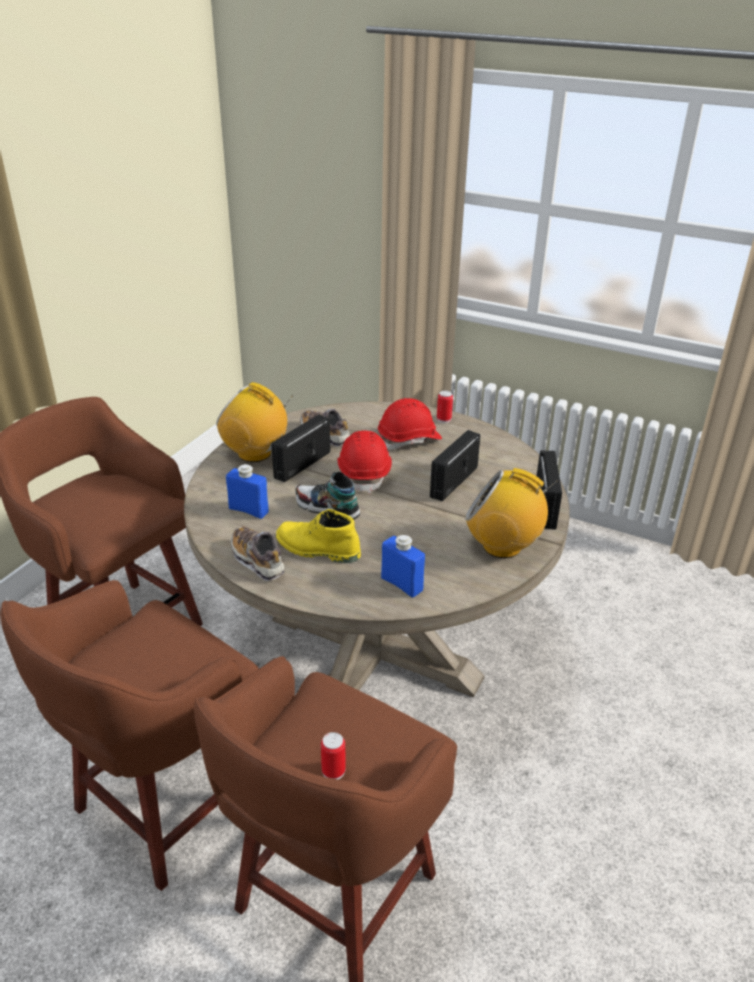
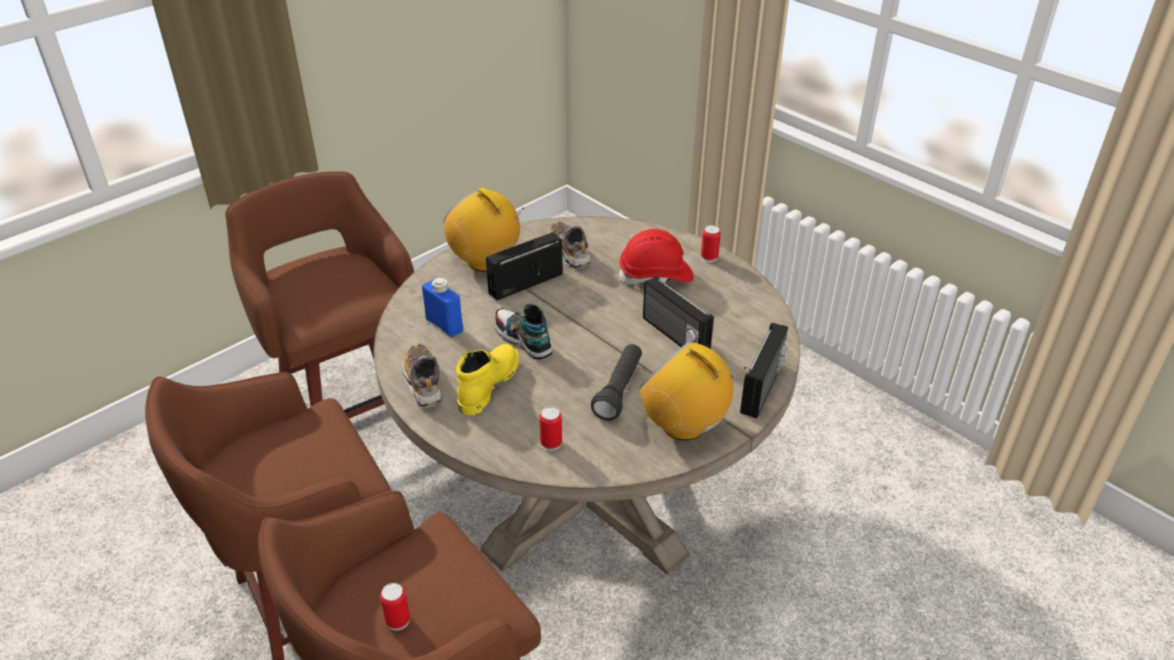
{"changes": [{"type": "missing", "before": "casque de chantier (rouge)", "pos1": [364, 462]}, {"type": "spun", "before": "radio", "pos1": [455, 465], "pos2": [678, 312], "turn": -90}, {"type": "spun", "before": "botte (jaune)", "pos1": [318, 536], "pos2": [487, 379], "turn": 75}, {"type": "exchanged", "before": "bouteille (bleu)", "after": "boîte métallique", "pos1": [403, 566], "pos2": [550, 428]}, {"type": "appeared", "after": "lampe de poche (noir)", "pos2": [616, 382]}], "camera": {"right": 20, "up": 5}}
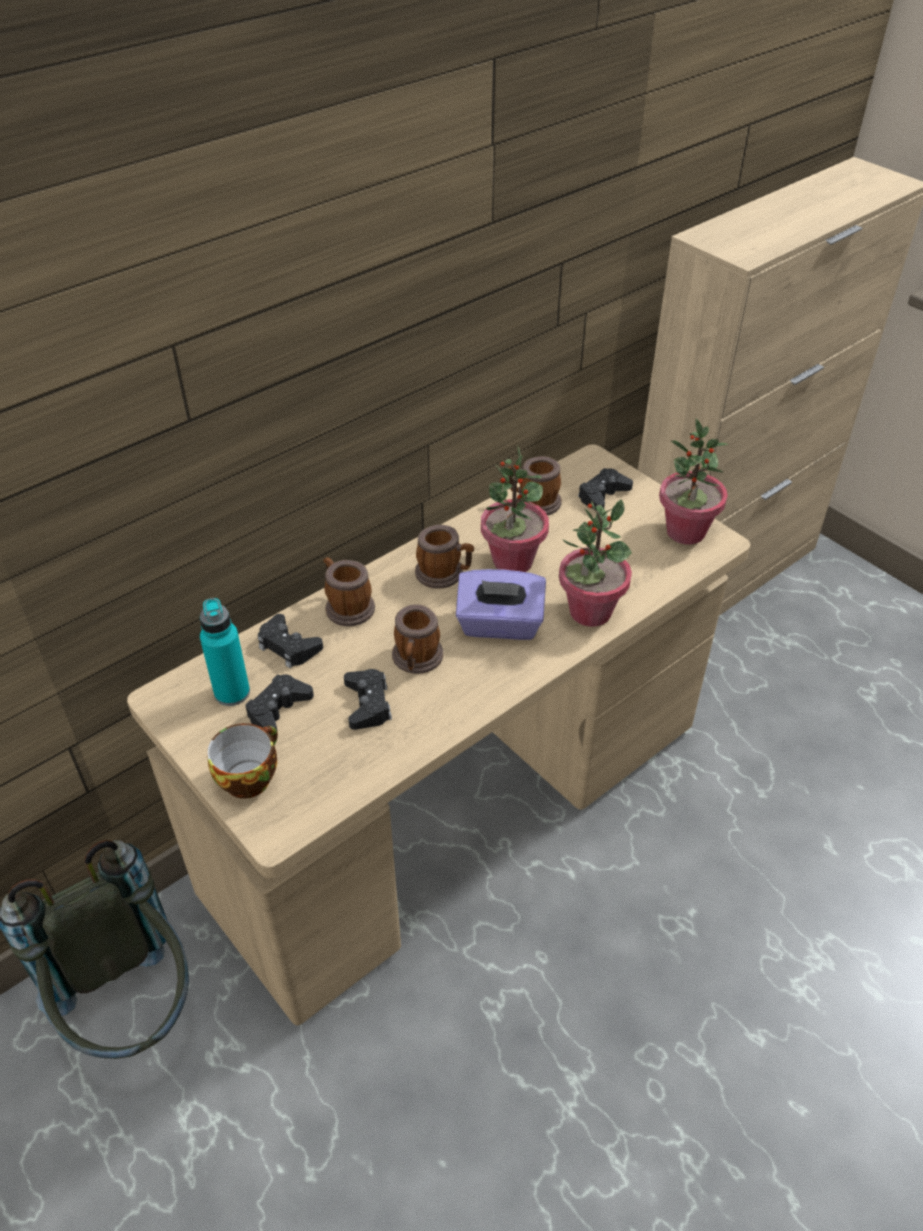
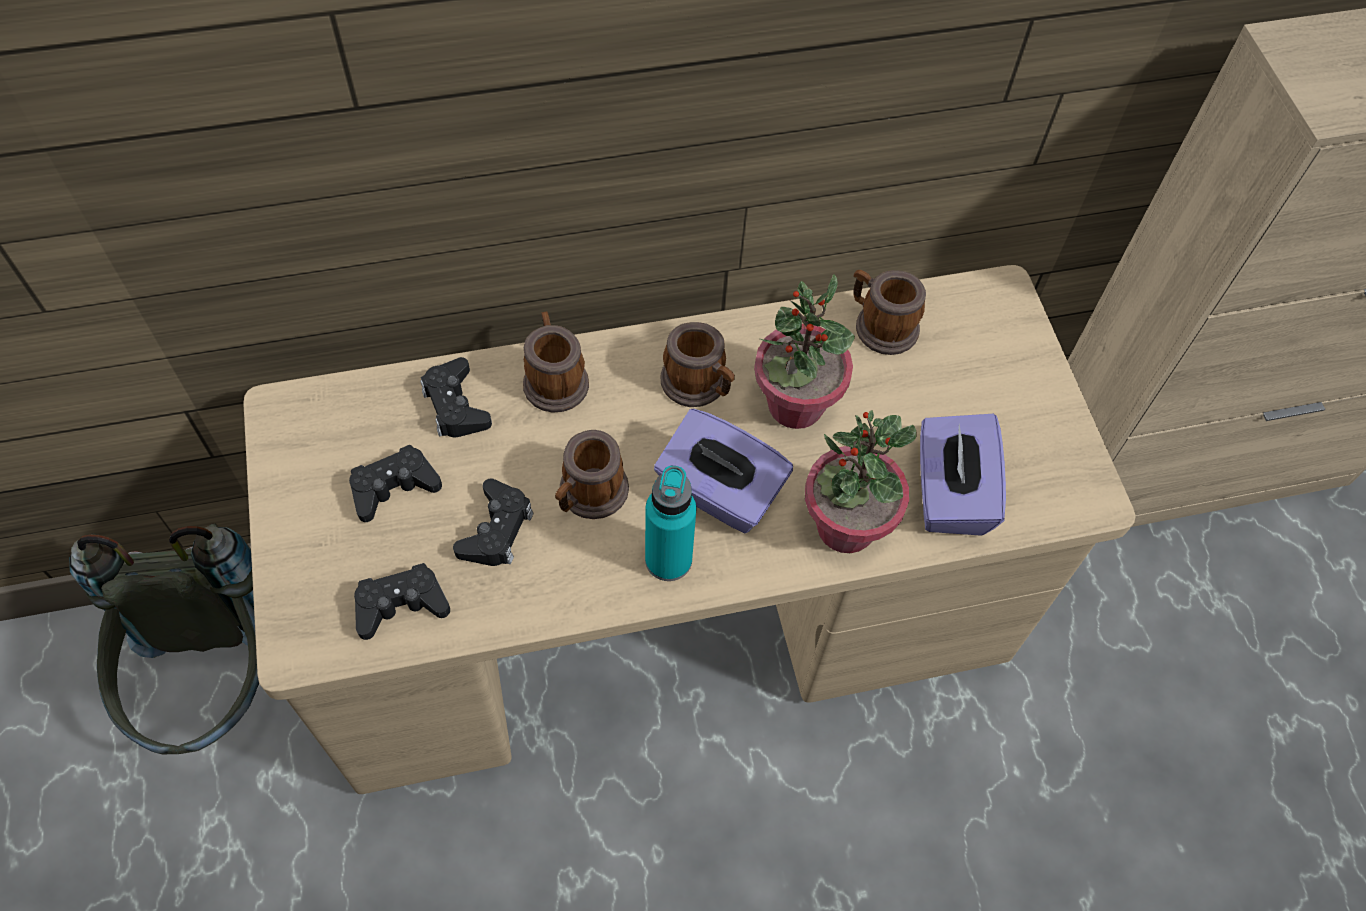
{"changes": [{"type": "missing", "before": "plante en pot", "pos1": [693, 482]}, {"type": "relocated", "before": "manette (noir)", "pos1": [605, 489], "pos2": [402, 601]}, {"type": "relocated", "before": "bouteille (turquoise)", "pos1": [225, 652], "pos2": [670, 523]}, {"type": "missing", "before": "tasse", "pos1": [242, 761]}, {"type": "appeared", "after": "boîte à mouchoirs (violet)", "pos2": [963, 475]}], "camera": {"right": 25, "up": 15}}
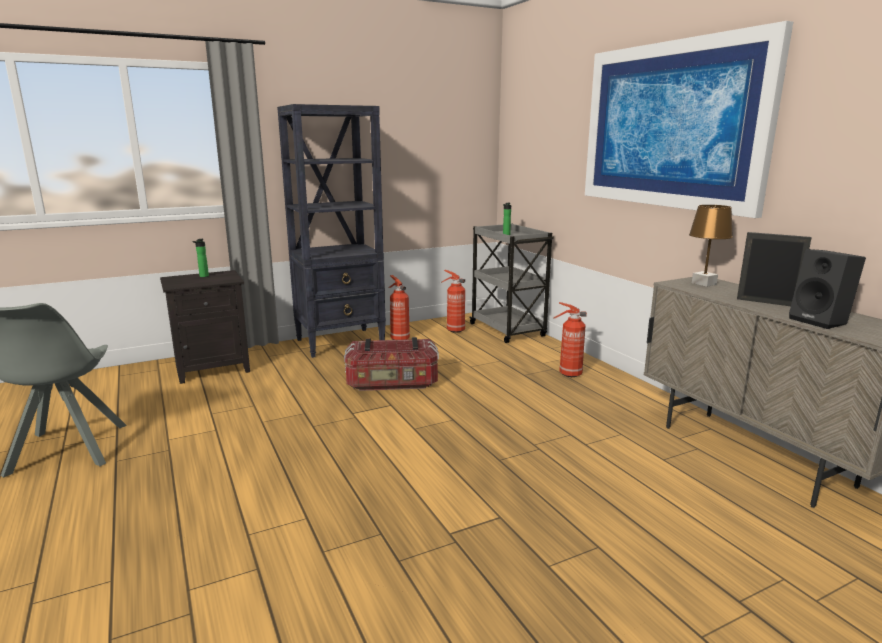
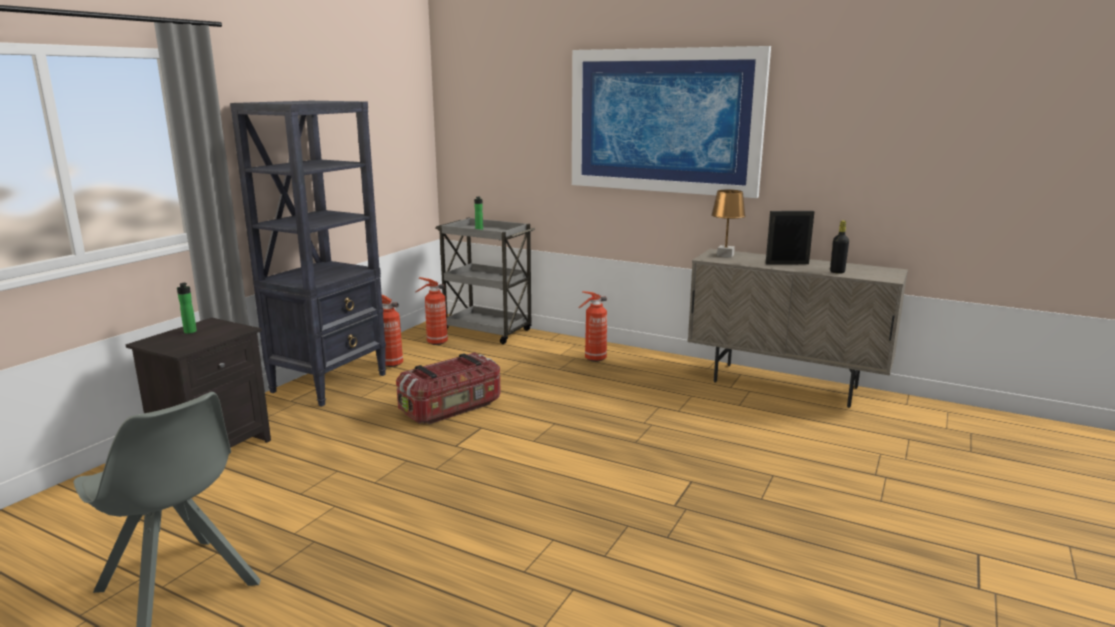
{"changes": [{"type": "exchanged", "before": "enceinte (noir)", "after": "bouteille (noir)", "pos1": [827, 289], "pos2": [839, 247]}], "camera": {"right": -35, "up": 0}}
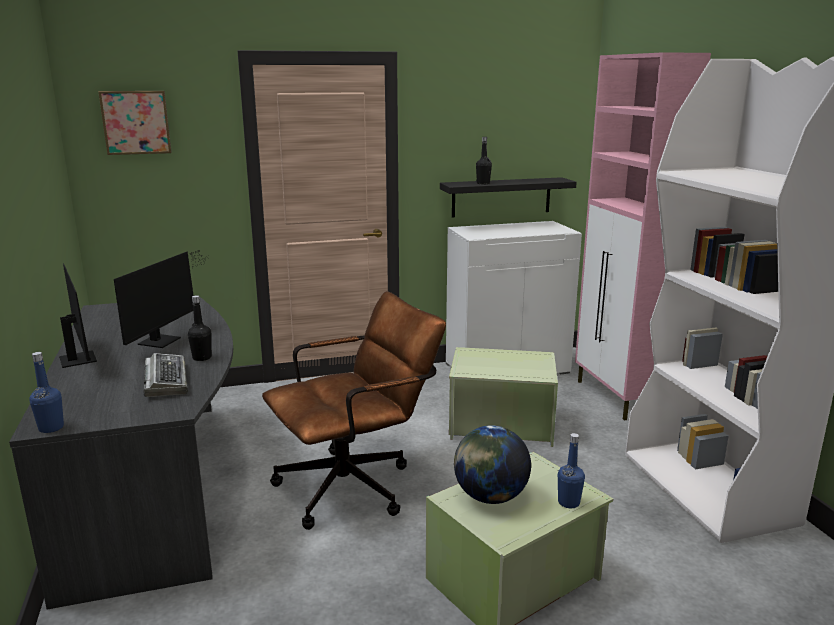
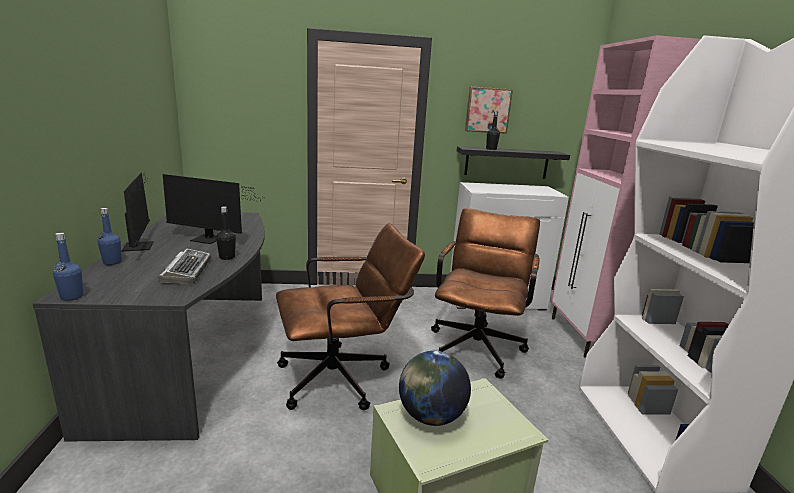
{"changes": [{"type": "relocated", "before": "tableau", "pos1": [135, 123], "pos2": [489, 110]}, {"type": "spun", "before": "écran d'ordinateur", "pos1": [161, 299], "pos2": [213, 209], "turn": 75}, {"type": "exchanged", "before": "boîte de rangement (vert)", "after": "chaise de bureau (marron)", "pos1": [503, 397], "pos2": [485, 293]}, {"type": "relocated", "before": "bouteille (bleu)", "pos1": [571, 470], "pos2": [109, 236]}], "camera": {"right": 10, "up": 0}}
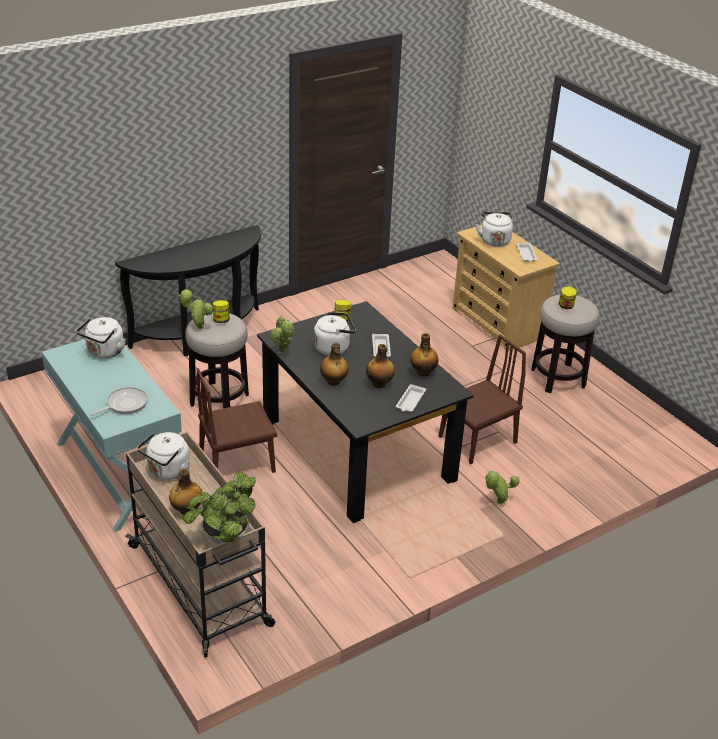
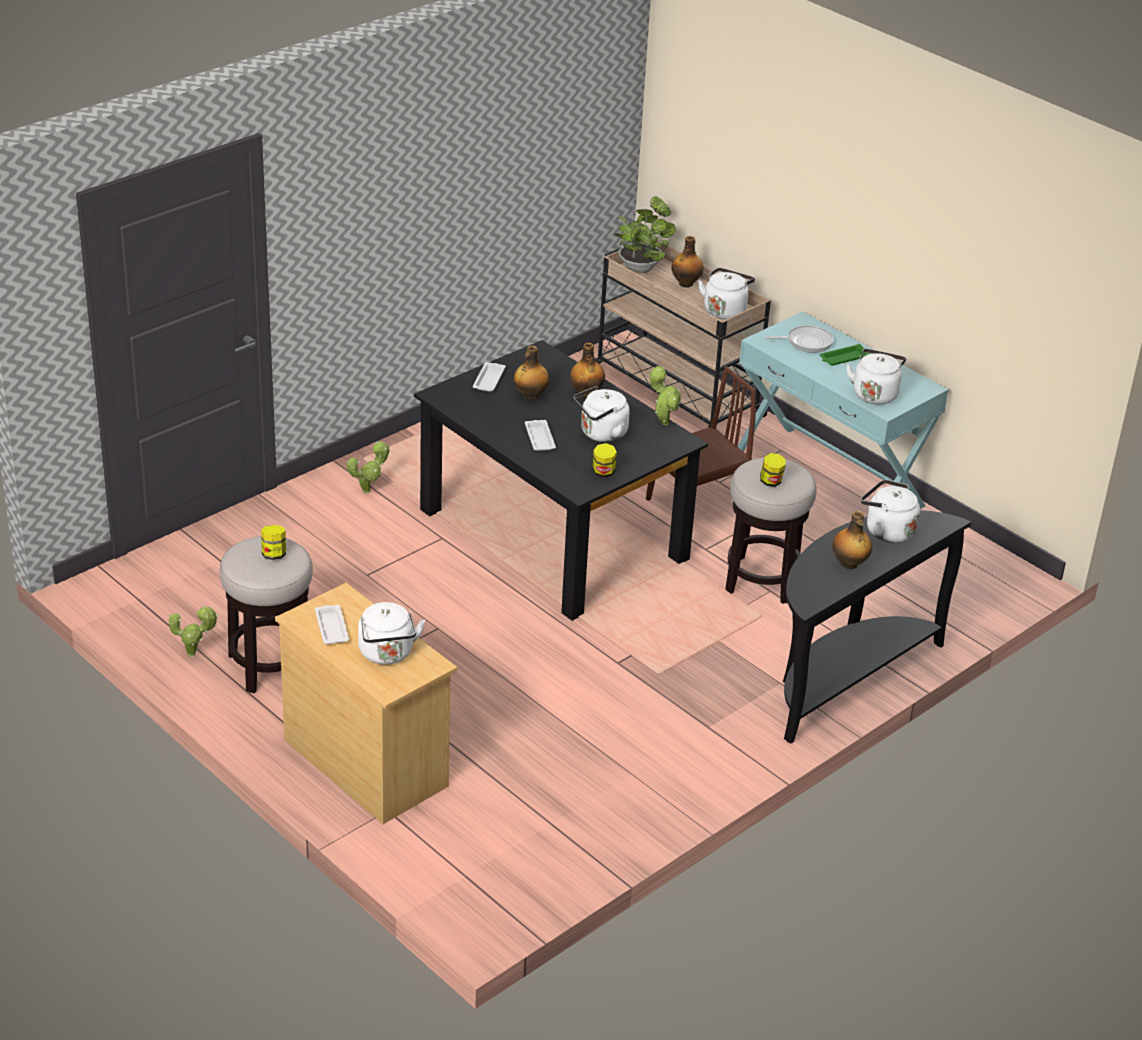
{"changes": [{"type": "relocated", "before": "plante en pot", "pos1": [196, 309], "pos2": [193, 631]}, {"type": "relocated", "before": "bouteille", "pos1": [424, 355], "pos2": [852, 540]}, {"type": "missing", "before": "chaise (marron)", "pos1": [482, 399]}, {"type": "spun", "before": "poêle", "pos1": [119, 401], "pos2": [799, 339], "turn": -135}, {"type": "appeared", "after": "plateau (vert)", "pos2": [845, 355]}, {"type": "appeared", "after": "bouilloire (blanc)", "pos2": [890, 511]}], "camera": {"right": 170, "up": 0}}
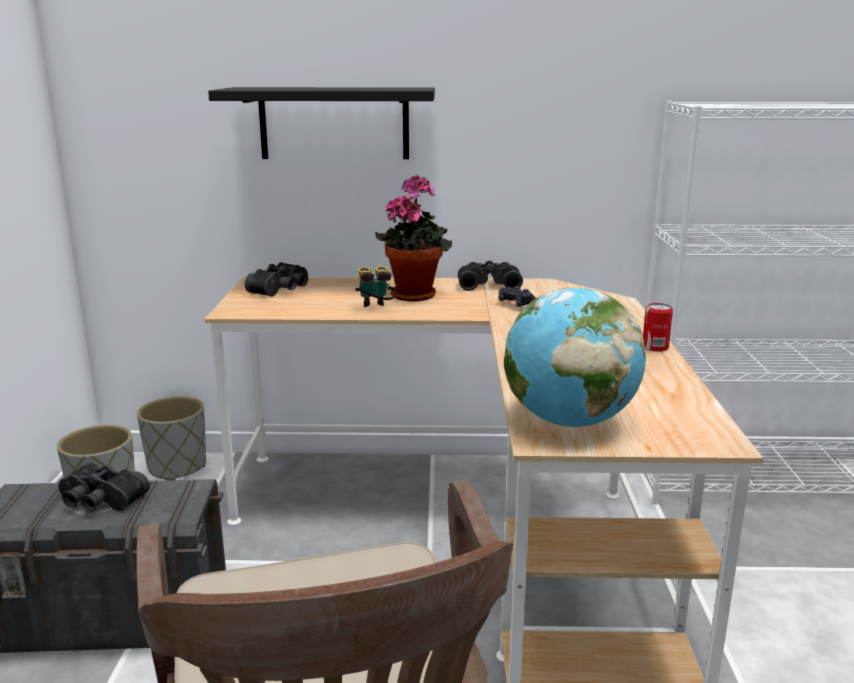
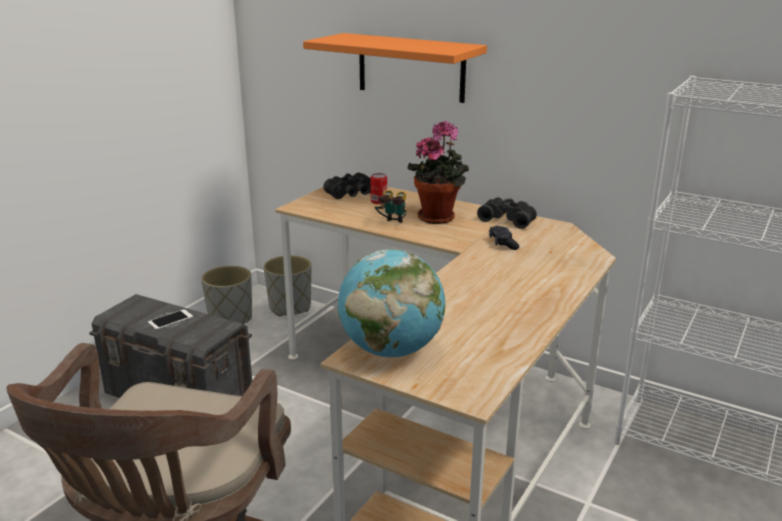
{"changes": [{"type": "colour", "before": "étagère (noir)", "after": "étagère (orange)", "pos1": [321, 123], "pos2": [395, 68]}, {"type": "relocated", "before": "boîte métallique", "pos1": [658, 327], "pos2": [378, 188]}, {"type": "exchanged", "before": "jumelles (noir)", "after": "téléphone", "pos1": [104, 487], "pos2": [170, 319]}], "camera": {"right": 30, "up": 5}}
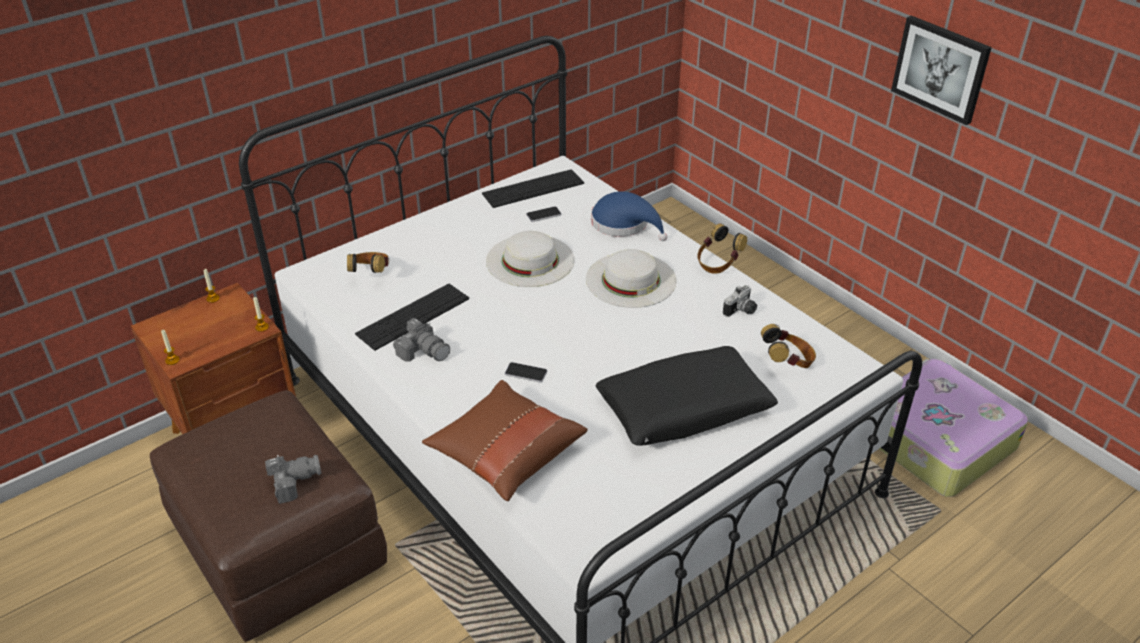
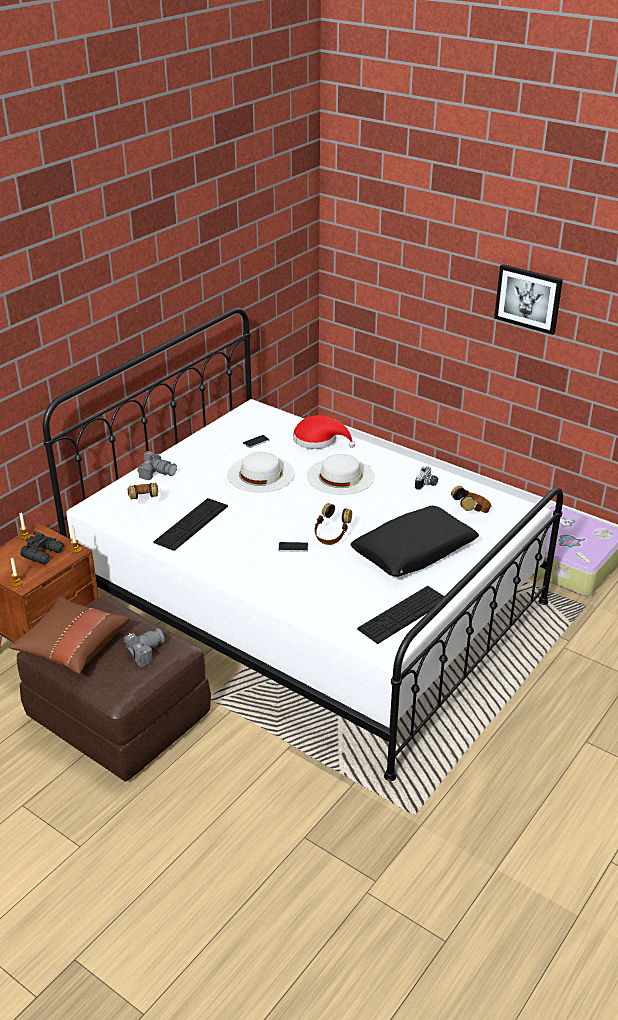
{"changes": [{"type": "relocated", "before": "clavier", "pos1": [533, 188], "pos2": [400, 615]}, {"type": "colour", "before": "chapeau (bleu)", "after": "chapeau (rouge)", "pos1": [629, 216], "pos2": [324, 432]}, {"type": "relocated", "before": "casque audio", "pos1": [722, 248], "pos2": [333, 524]}, {"type": "relocated", "before": "appareil photo", "pos1": [421, 340], "pos2": [157, 465]}, {"type": "relocated", "before": "coussin (marron)", "pos1": [505, 440], "pos2": [69, 635]}, {"type": "appeared", "after": "jumelles (noir)", "pos2": [42, 547]}], "camera": {"right": -15, "up": -5}}
